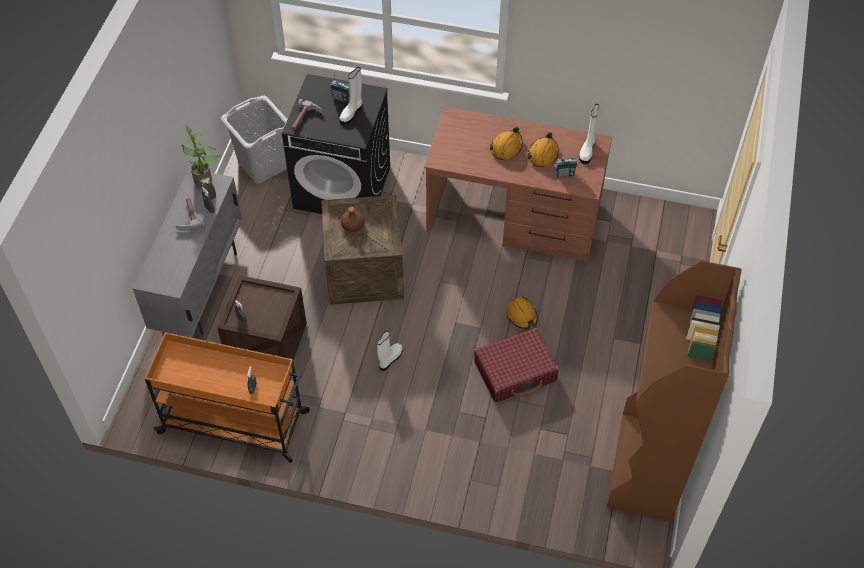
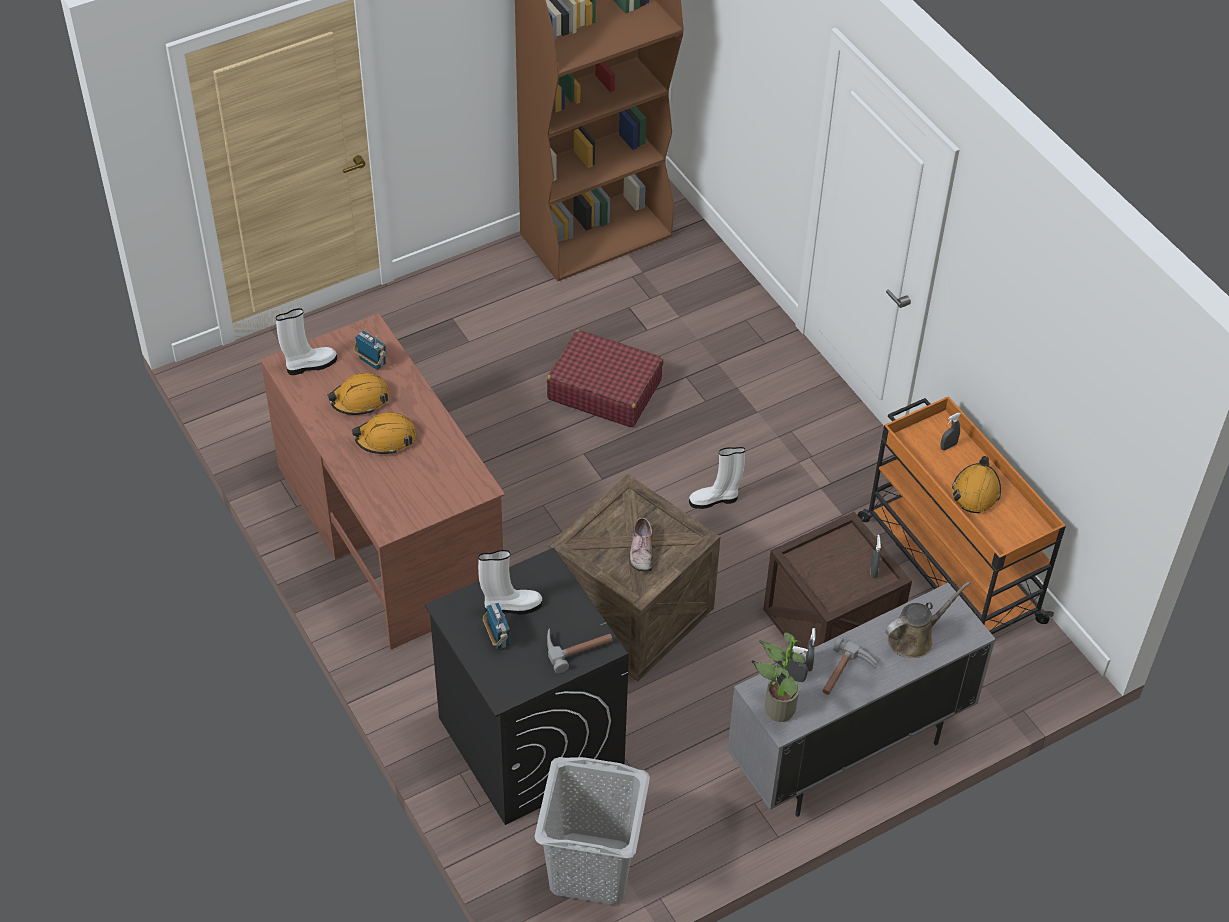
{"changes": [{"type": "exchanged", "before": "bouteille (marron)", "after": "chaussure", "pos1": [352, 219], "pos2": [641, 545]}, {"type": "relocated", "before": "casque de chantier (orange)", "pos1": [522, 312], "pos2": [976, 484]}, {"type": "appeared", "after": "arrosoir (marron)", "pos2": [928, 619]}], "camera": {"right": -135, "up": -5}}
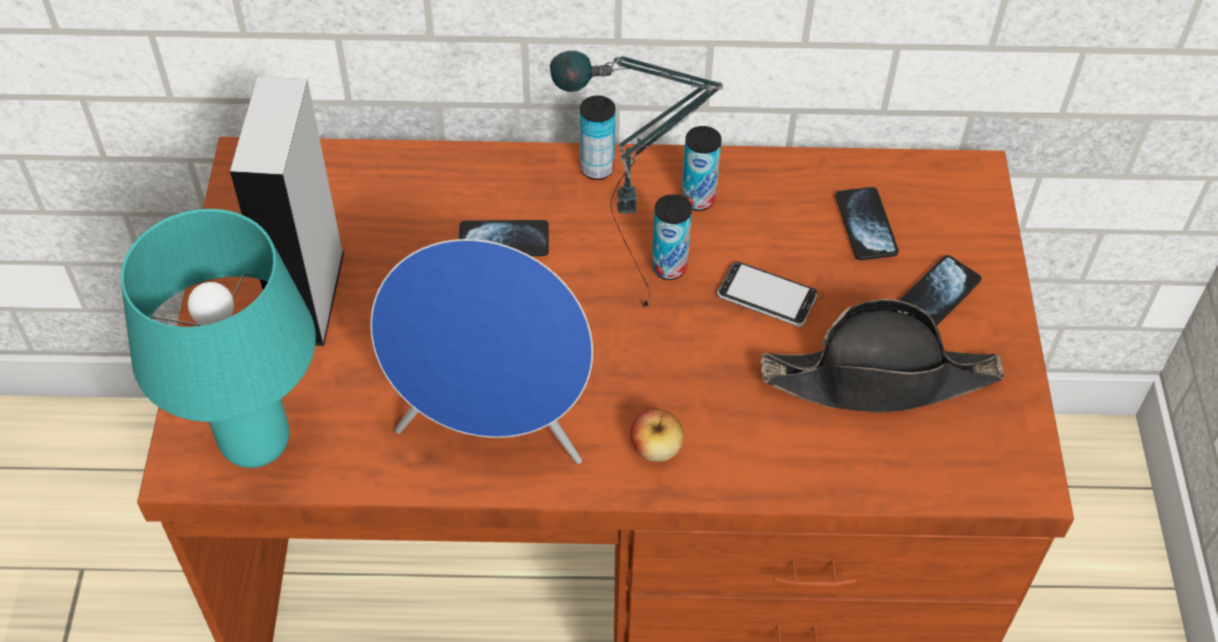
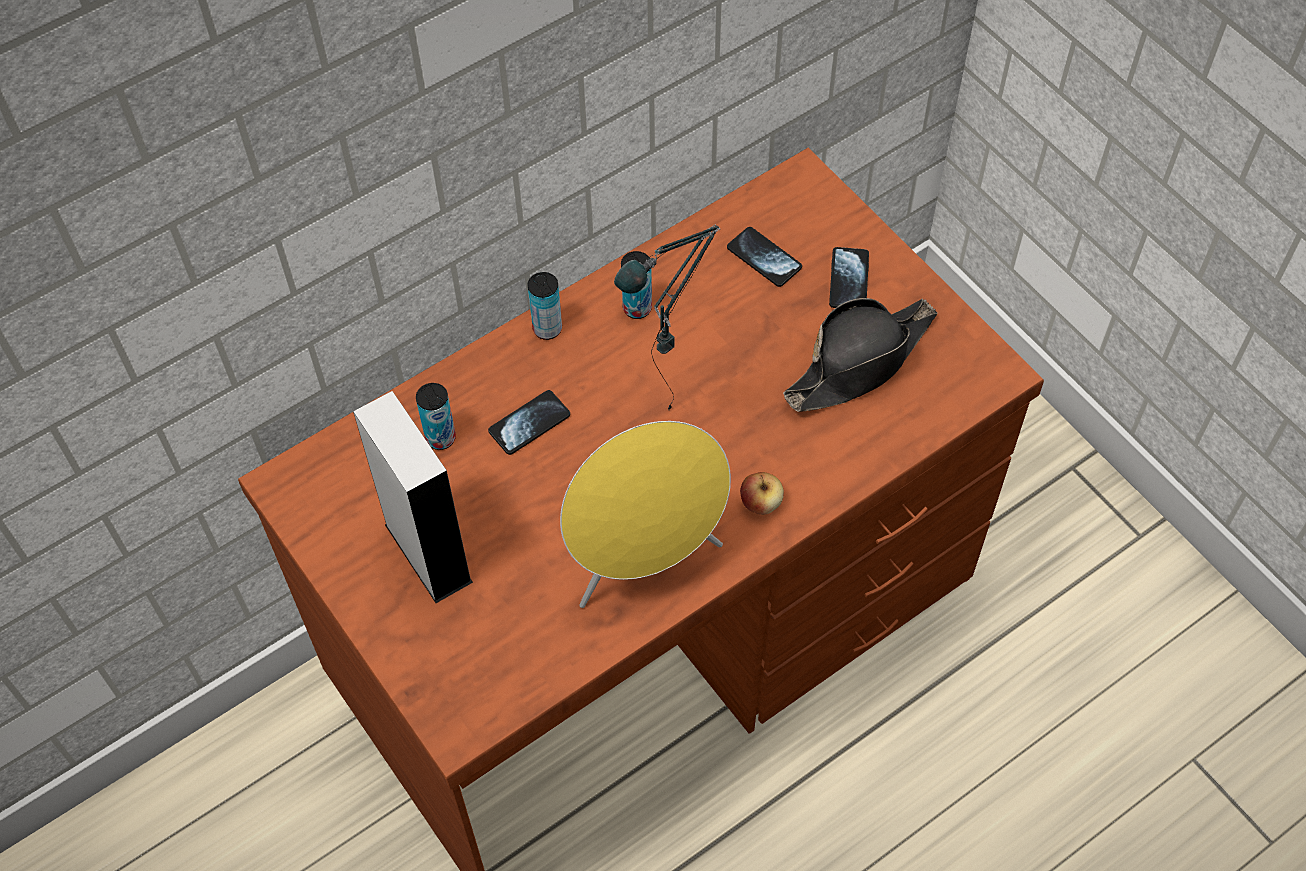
{"changes": [{"type": "relocated", "before": "boîte métallique", "pos1": [672, 237], "pos2": [436, 416]}, {"type": "missing", "before": "lampe de table (turquoise)", "pos1": [218, 338]}, {"type": "colour", "before": "enceinte (bleu)", "after": "enceinte (jaune)", "pos1": [481, 351], "pos2": [645, 514]}, {"type": "missing", "before": "téléphone", "pos1": [767, 294]}], "camera": {"right": -35, "up": 5}}
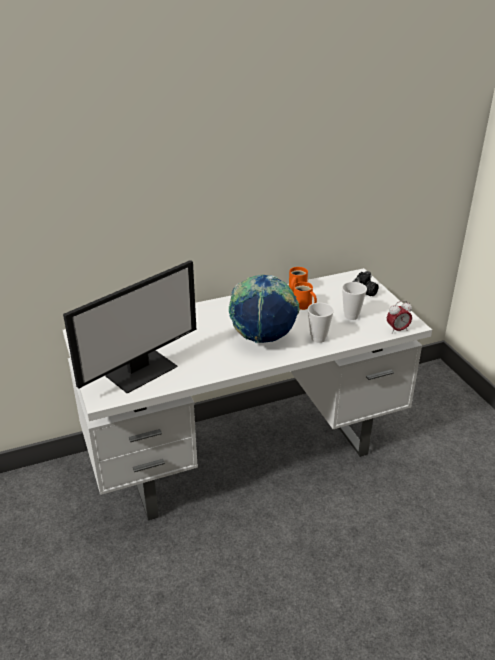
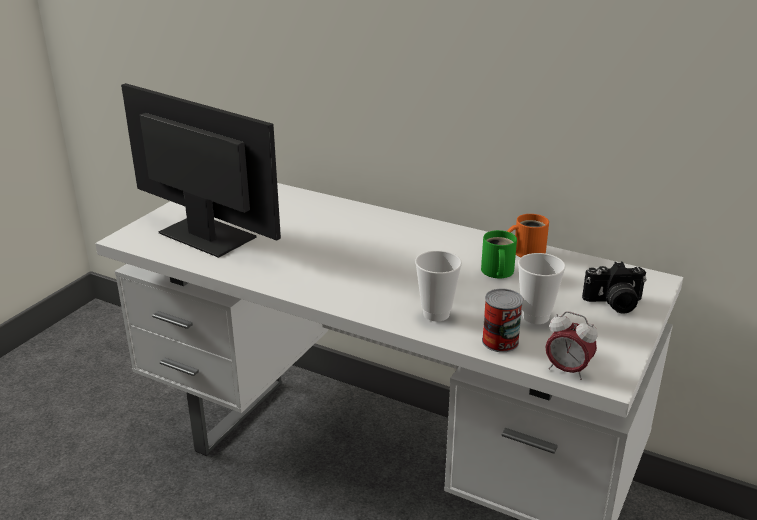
{"changes": [{"type": "spun", "before": "écran d'ordinateur", "pos1": [129, 327], "pos2": [201, 170], "turn": -150}, {"type": "missing", "before": "globe", "pos1": [264, 308]}, {"type": "colour", "before": "mug (orange)", "after": "mug (vert)", "pos1": [305, 296], "pos2": [499, 254]}, {"type": "appeared", "after": "boîte métallique", "pos2": [502, 320]}], "camera": {"right": 50, "up": -5}}
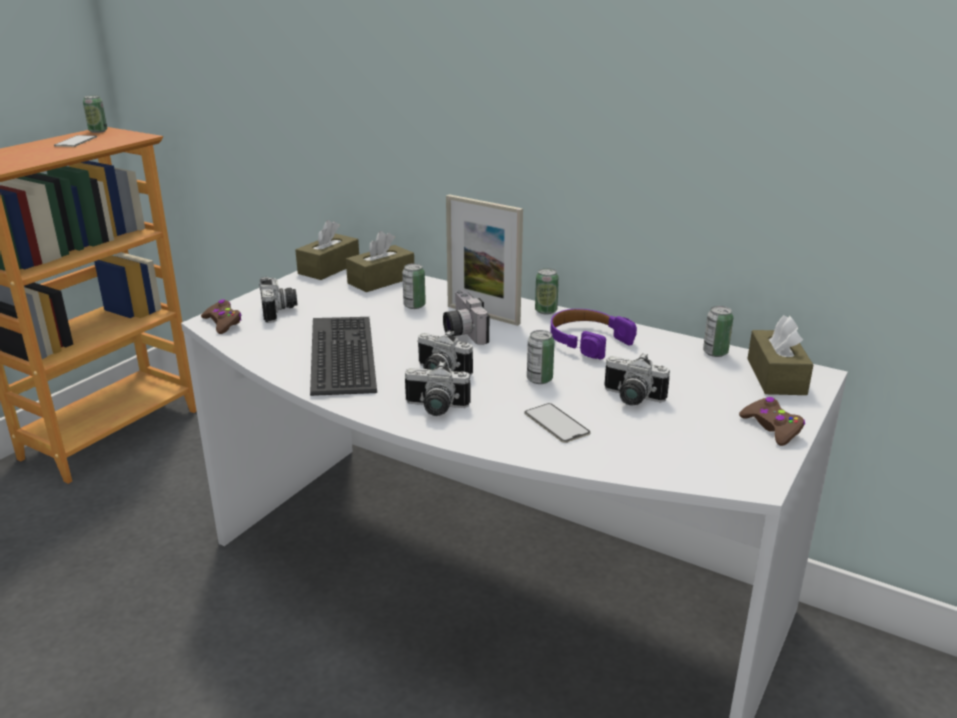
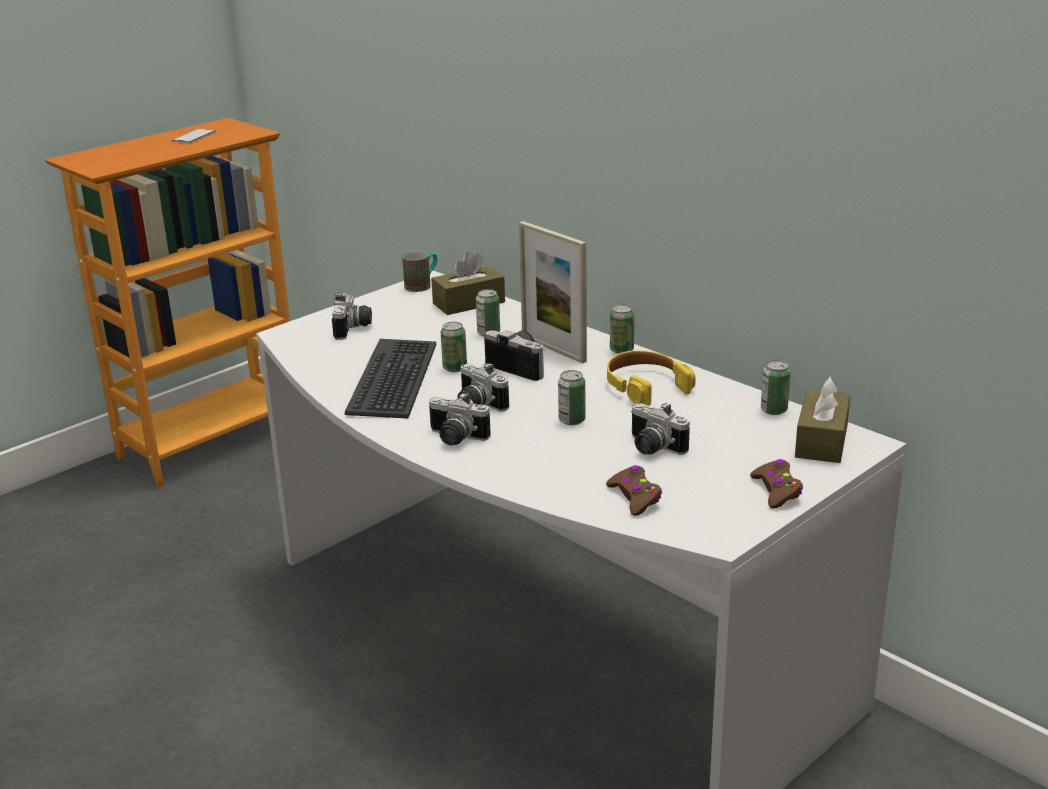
{"changes": [{"type": "relocated", "before": "boîte métallique", "pos1": [95, 114], "pos2": [454, 347]}, {"type": "exchanged", "before": "boîte à mouchoirs (marron)", "after": "mug", "pos1": [327, 250], "pos2": [419, 271]}, {"type": "spun", "before": "appareil photo", "pos1": [466, 317], "pos2": [514, 355], "turn": 135}, {"type": "relocated", "before": "manette (marron)", "pos1": [221, 316], "pos2": [634, 490]}, {"type": "colour", "before": "casque audio (violet)", "after": "casque audio (jaune)", "pos1": [593, 334], "pos2": [651, 378]}, {"type": "missing", "before": "téléphone", "pos1": [557, 423]}], "camera": {"right": 15, "up": 0}}
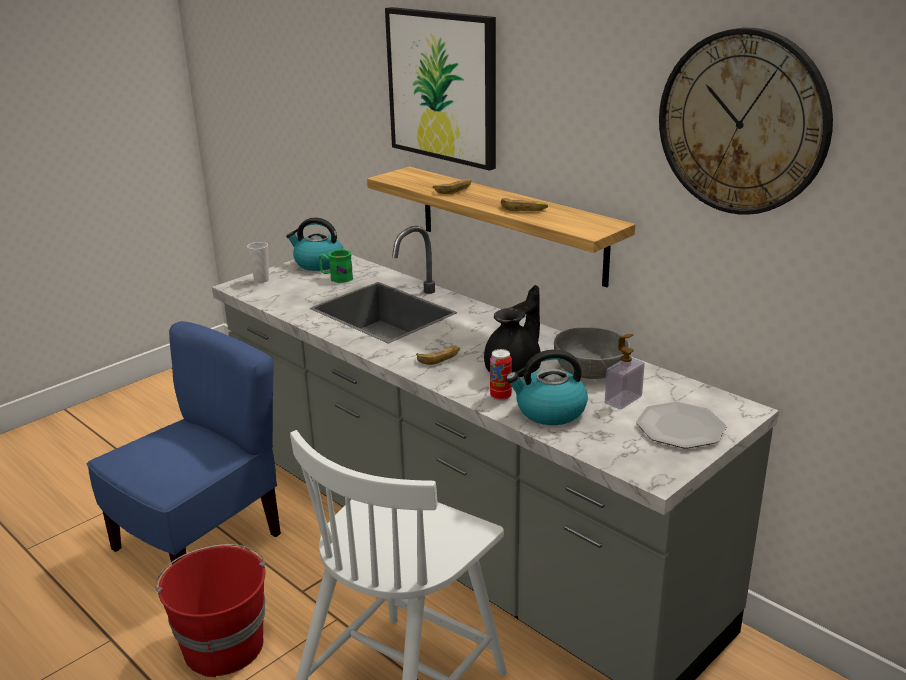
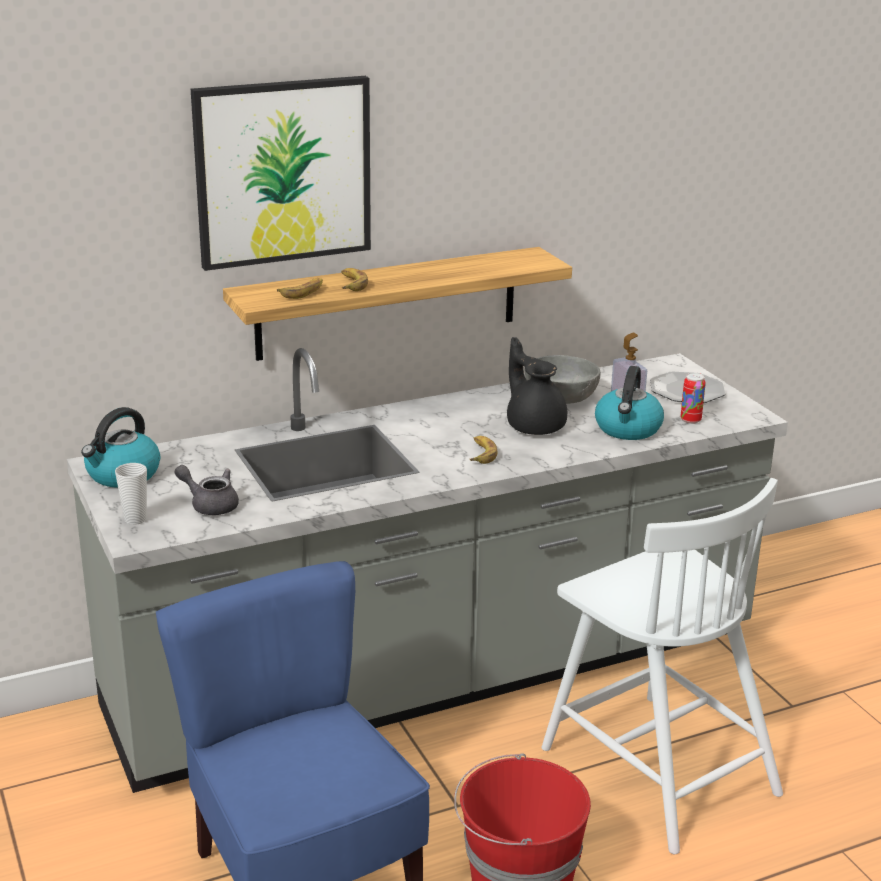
{"changes": [{"type": "missing", "before": "horloge murale", "pos1": [746, 121]}, {"type": "relocated", "before": "banane", "pos1": [524, 204], "pos2": [300, 288]}, {"type": "missing", "before": "mug (vert)", "pos1": [336, 266]}, {"type": "relocated", "before": "boîte métallique", "pos1": [501, 375], "pos2": [693, 398]}, {"type": "appeared", "after": "théière (gris)", "pos2": [206, 490]}], "camera": {"right": -70, "up": 0}}
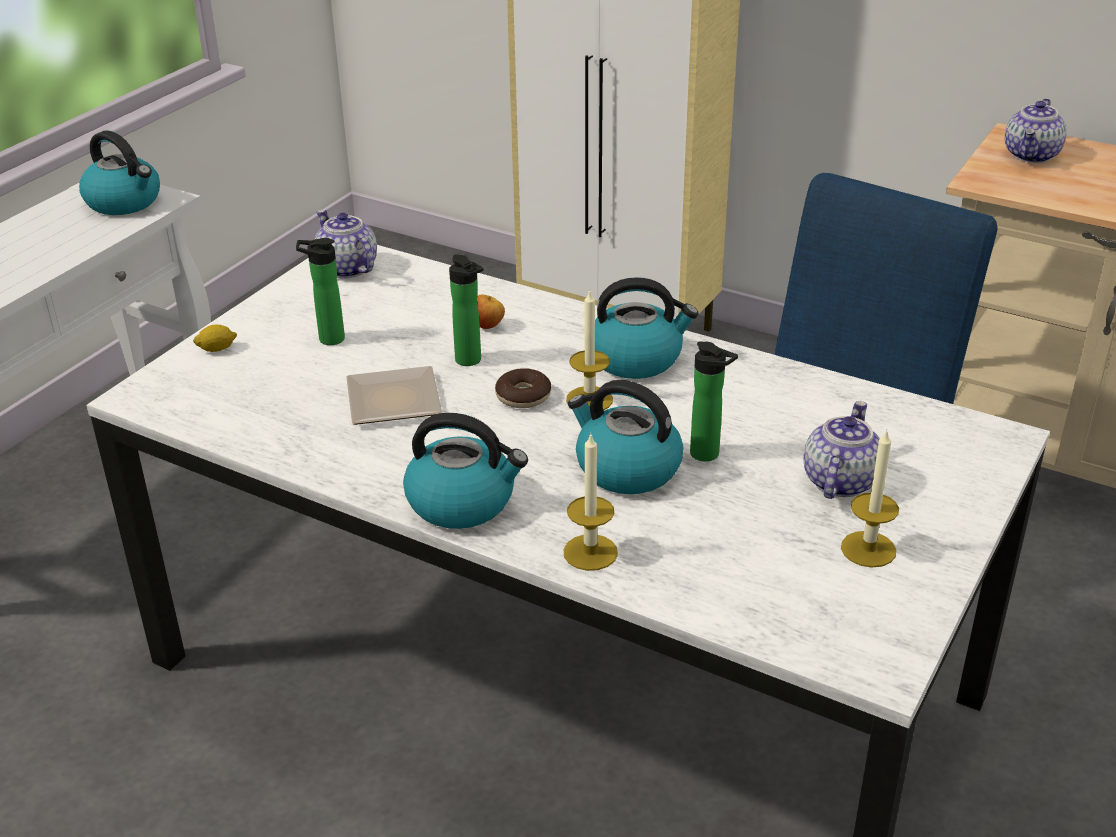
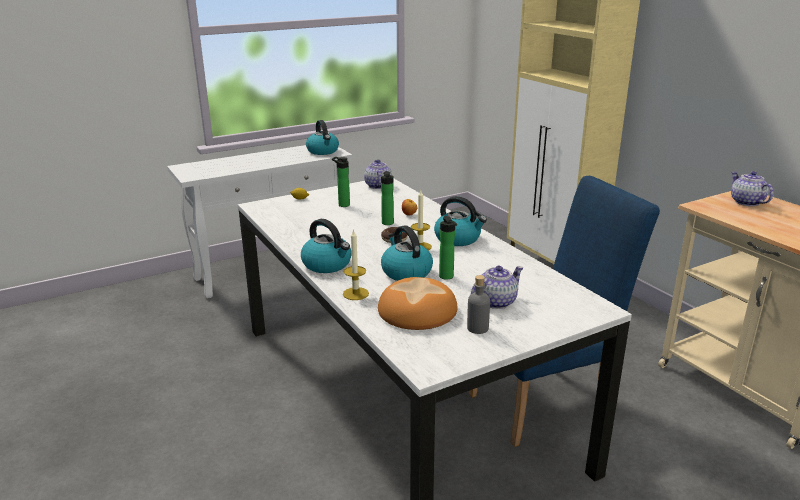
{"changes": [{"type": "spun", "before": "théière", "pos1": [1035, 130], "pos2": [752, 188], "turn": 105}, {"type": "missing", "before": "assiette", "pos1": [394, 395]}, {"type": "exchanged", "before": "bougie", "after": "bouteille (gris)", "pos1": [870, 499], "pos2": [478, 304]}, {"type": "appeared", "after": "pain", "pos2": [418, 303]}], "camera": {"right": 30, "up": -10}}
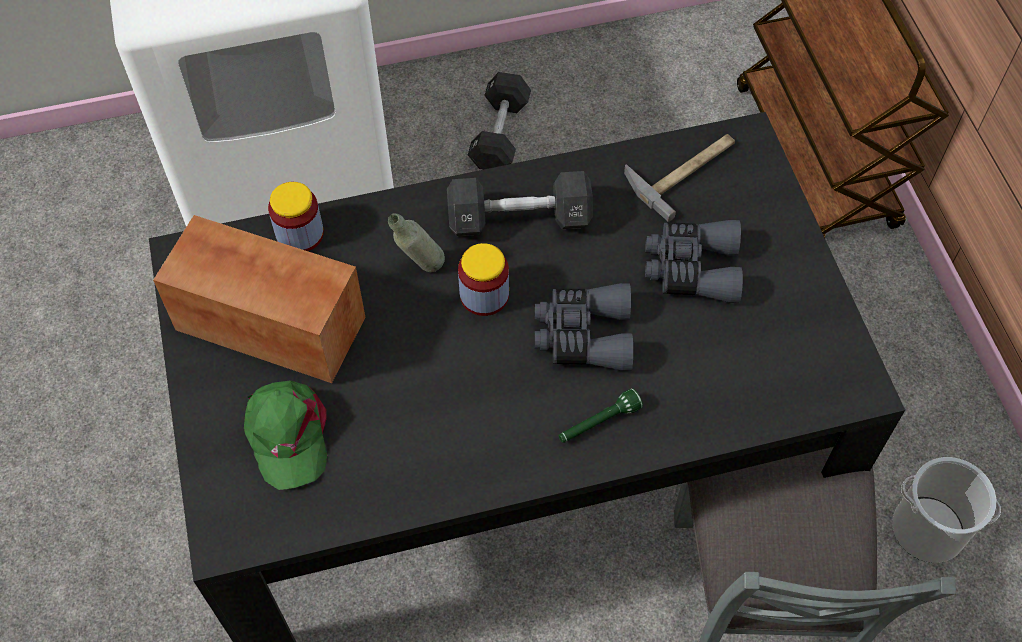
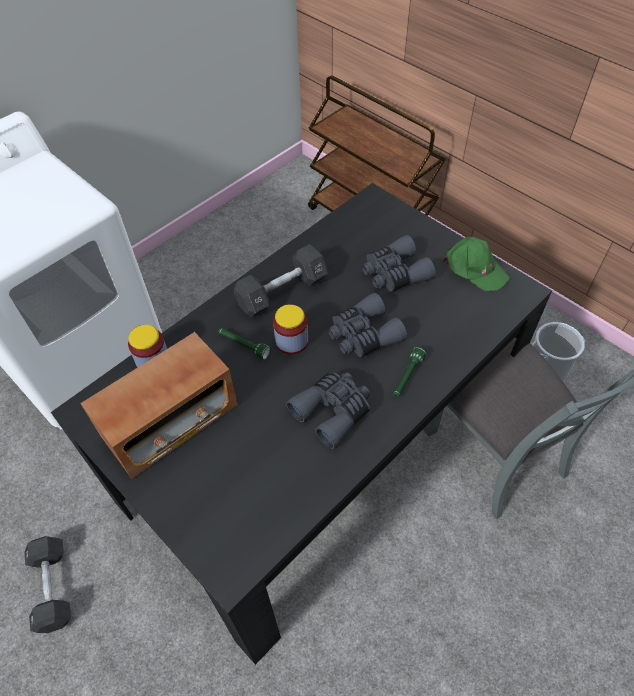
{"changes": [{"type": "relocated", "before": "haltère (noir)", "pos1": [499, 121], "pos2": [47, 584]}, {"type": "missing", "before": "marteau", "pos1": [679, 178]}, {"type": "exchanged", "before": "bouteille (gris)", "after": "lampe de poche (vert)", "pos1": [416, 242], "pos2": [244, 344]}, {"type": "spun", "before": "radio", "pos1": [259, 299], "pos2": [158, 405], "turn": 150}, {"type": "relocated", "before": "casquette (vert)", "pos1": [285, 435], "pos2": [476, 264]}, {"type": "appeared", "after": "jumelles (gris)", "pos2": [328, 410]}], "camera": {"right": -30, "up": -5}}
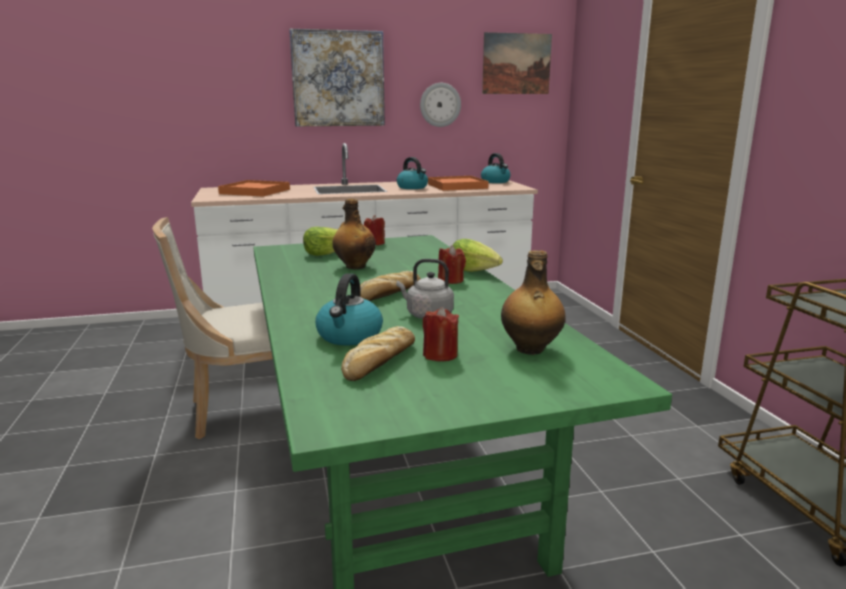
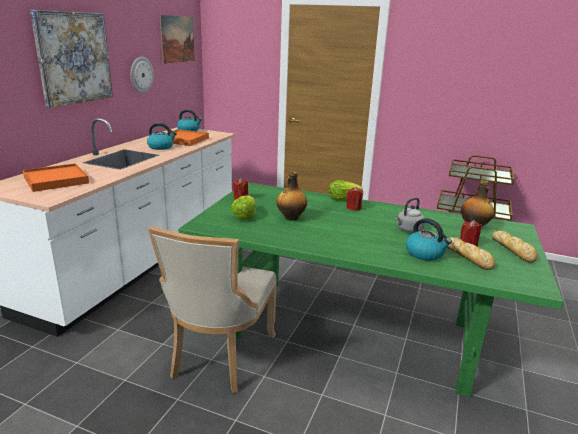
{"changes": [{"type": "relocated", "before": "pain", "pos1": [390, 286], "pos2": [515, 247]}], "camera": {"right": -55, "up": 5}}
